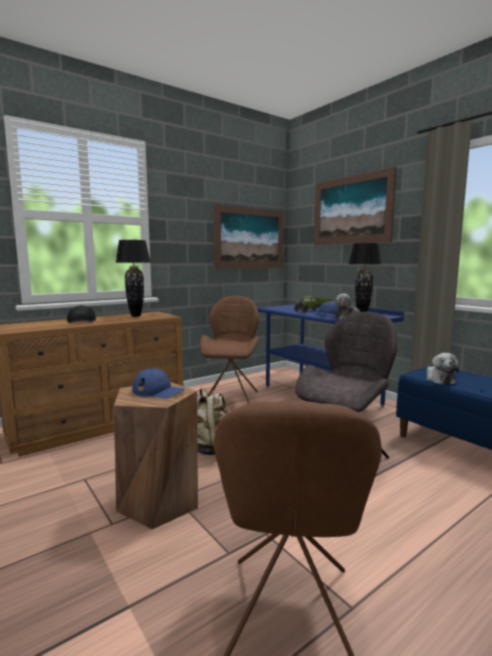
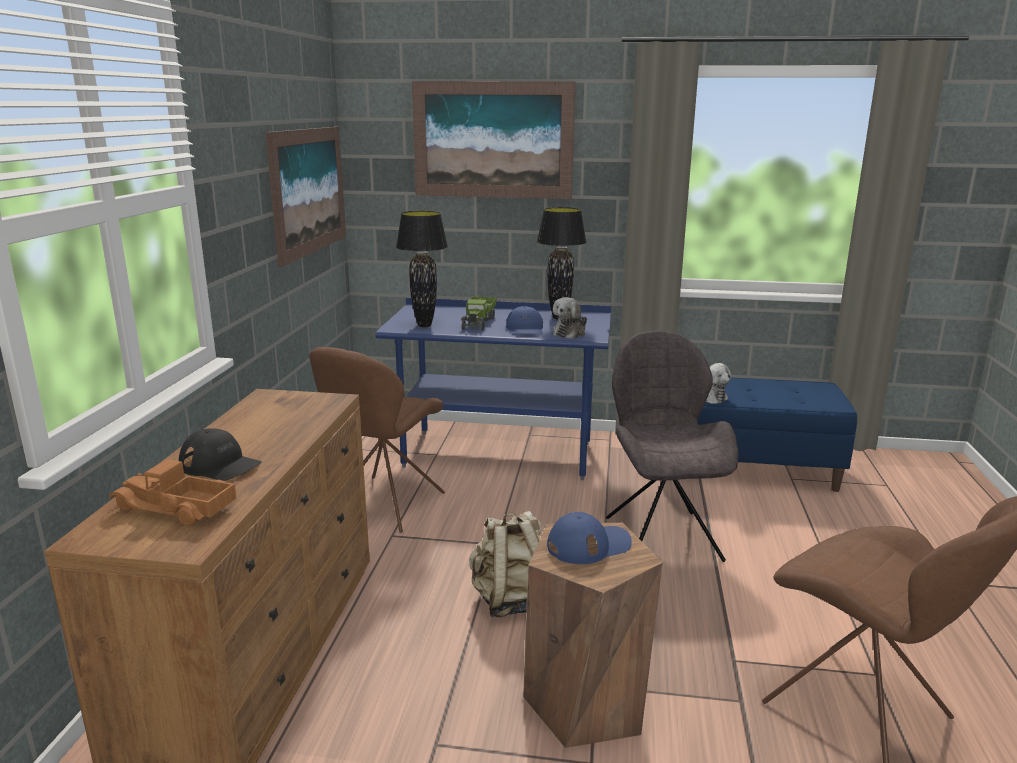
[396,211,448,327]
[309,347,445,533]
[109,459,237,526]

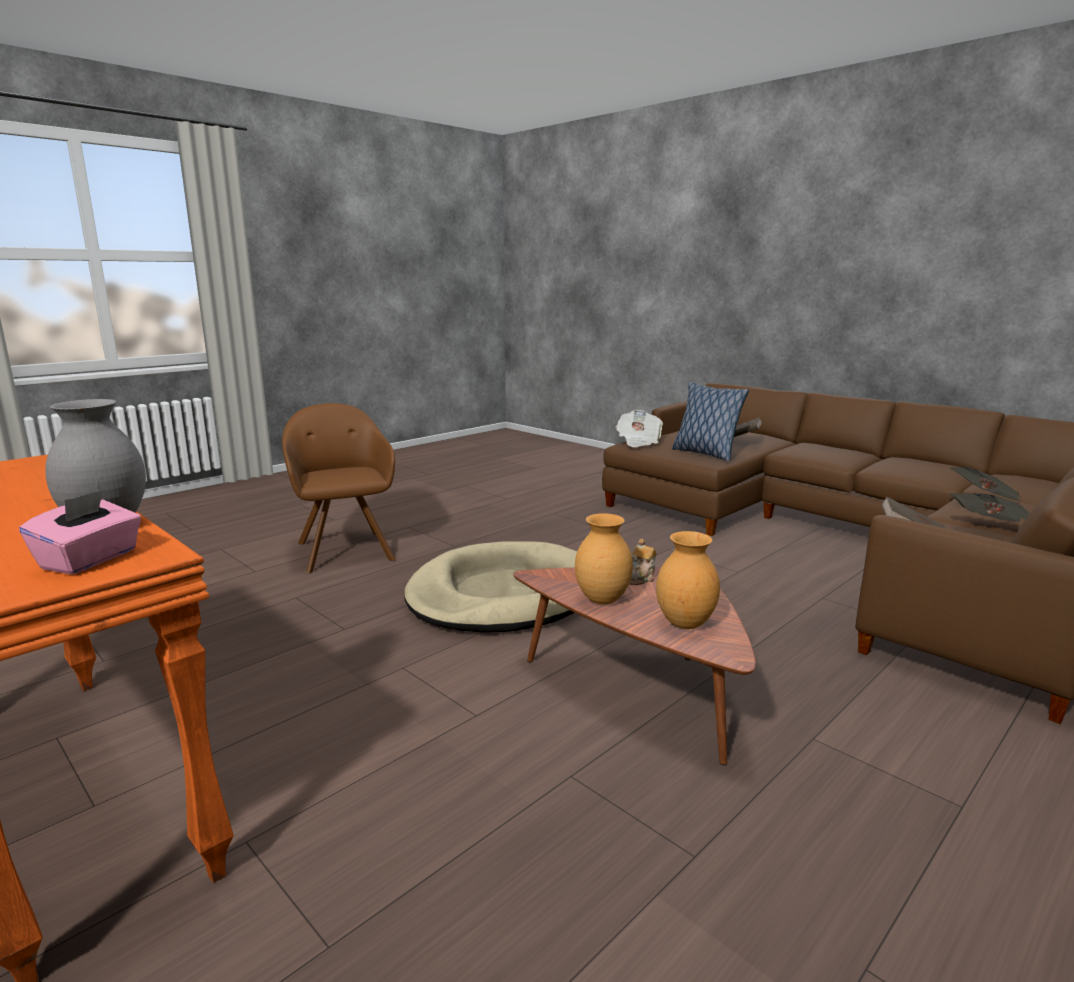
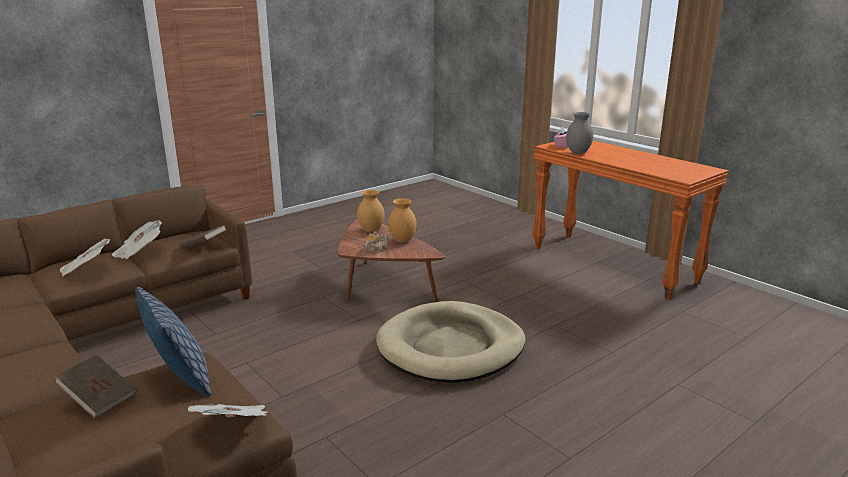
[282,403,396,574] (first image)

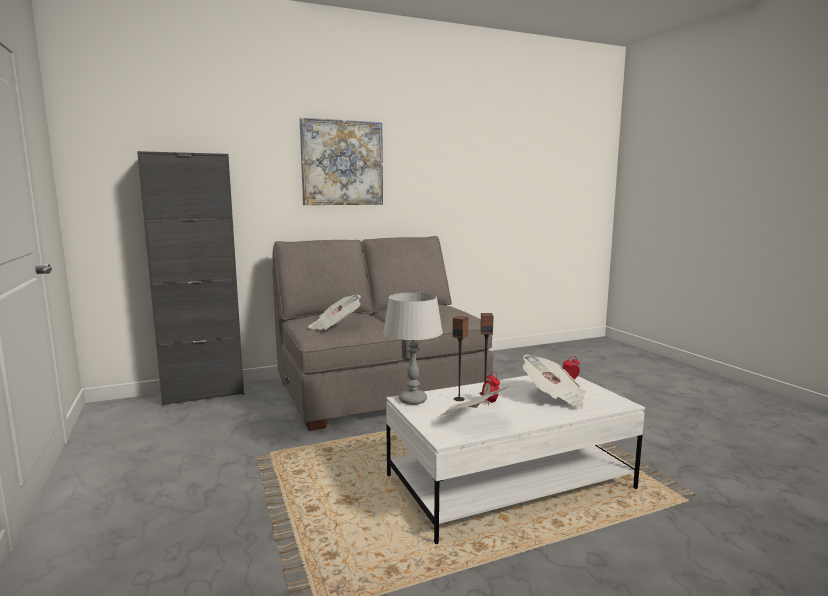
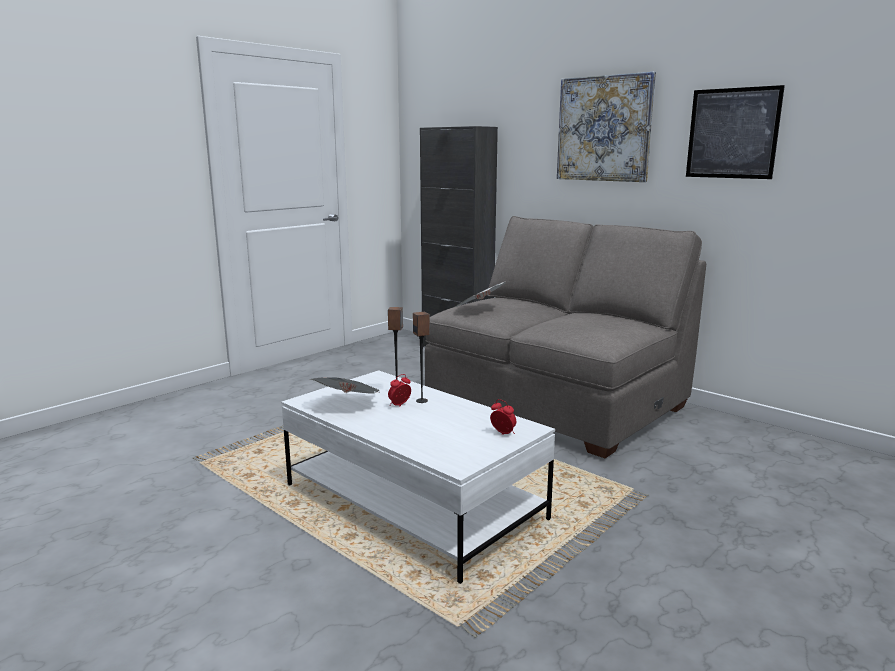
[383,292,443,405] (first image)
[523,355,585,409] (first image)
[686,85,785,179]

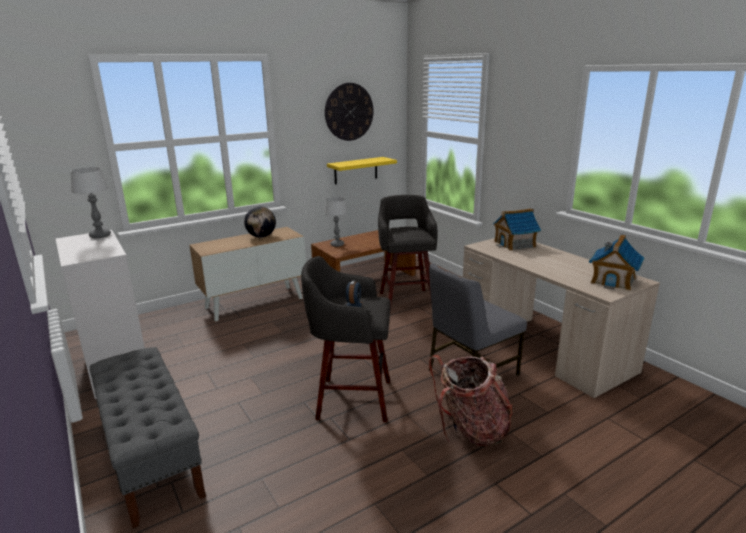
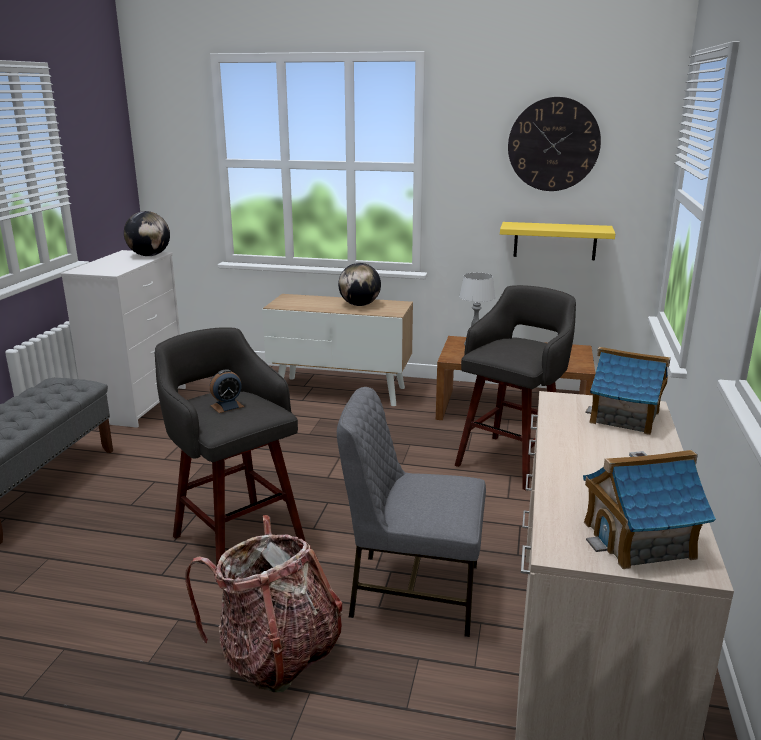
[124,211,170,256]

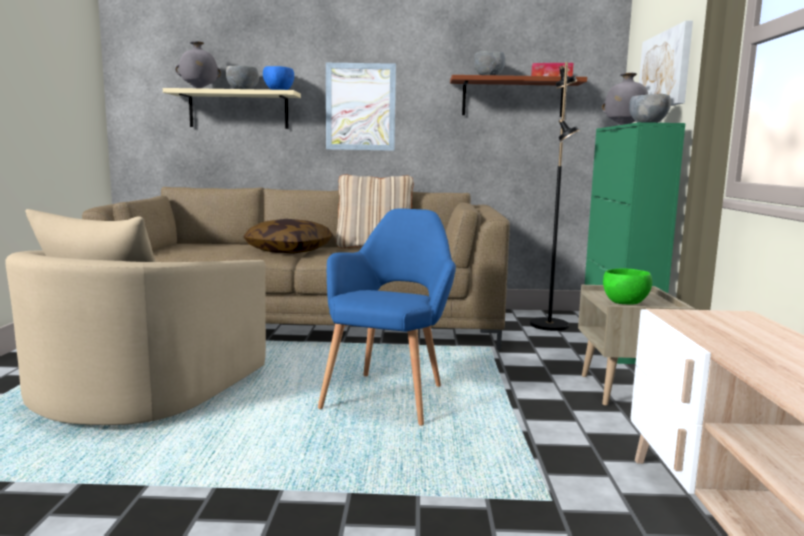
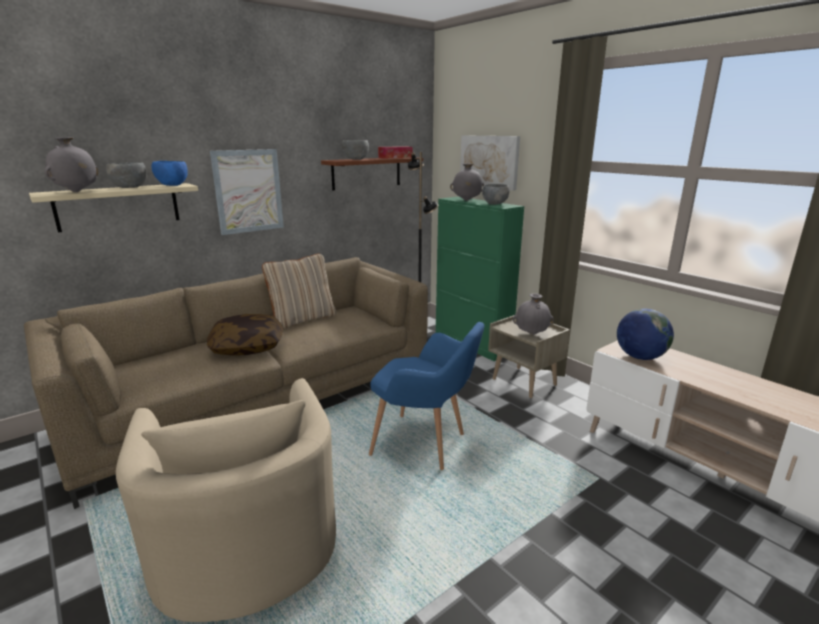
[369,322,484,470]
[513,293,554,335]
[617,309,674,360]

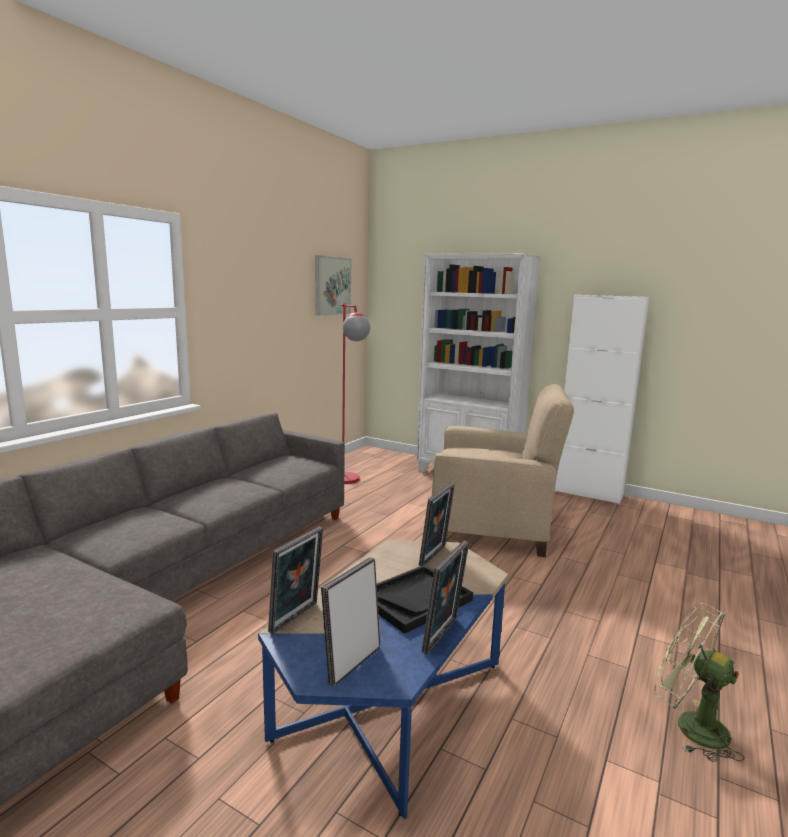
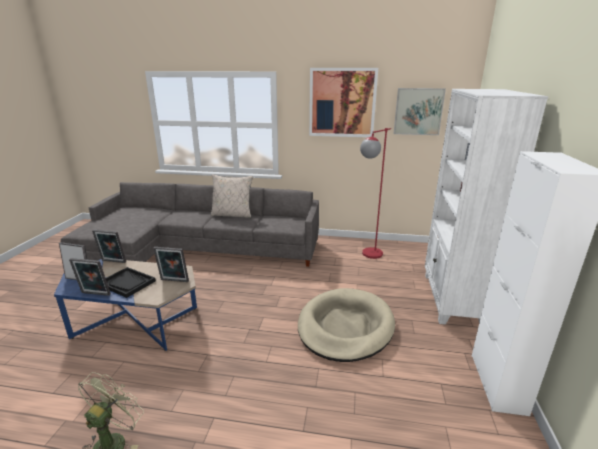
[298,288,395,362]
[309,68,378,137]
[211,174,253,218]

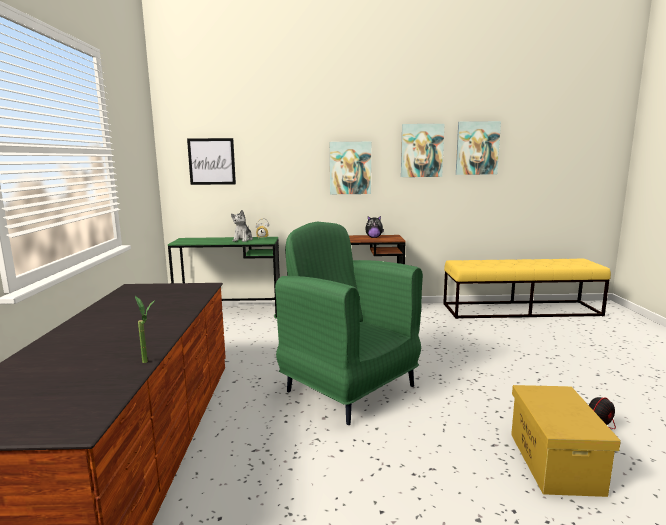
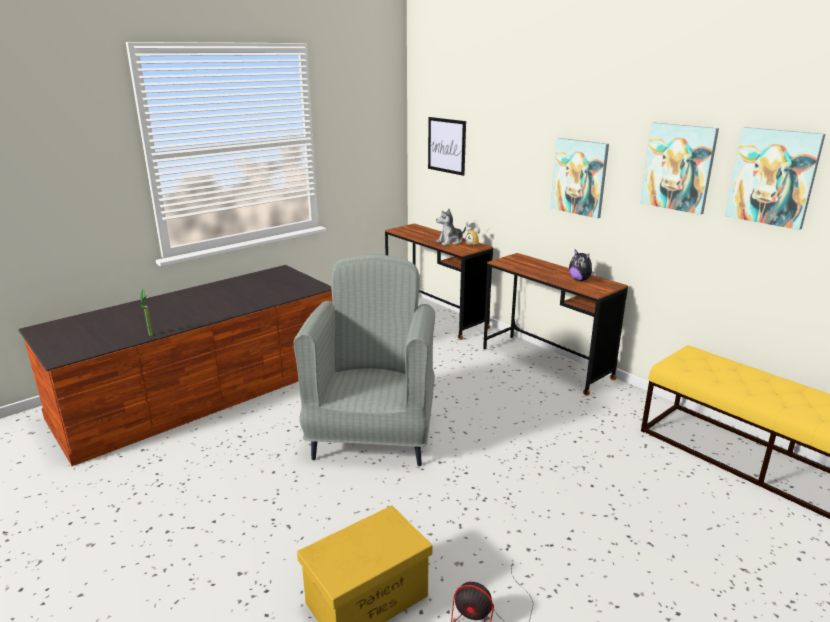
[294,254,435,466]
[385,224,493,340]

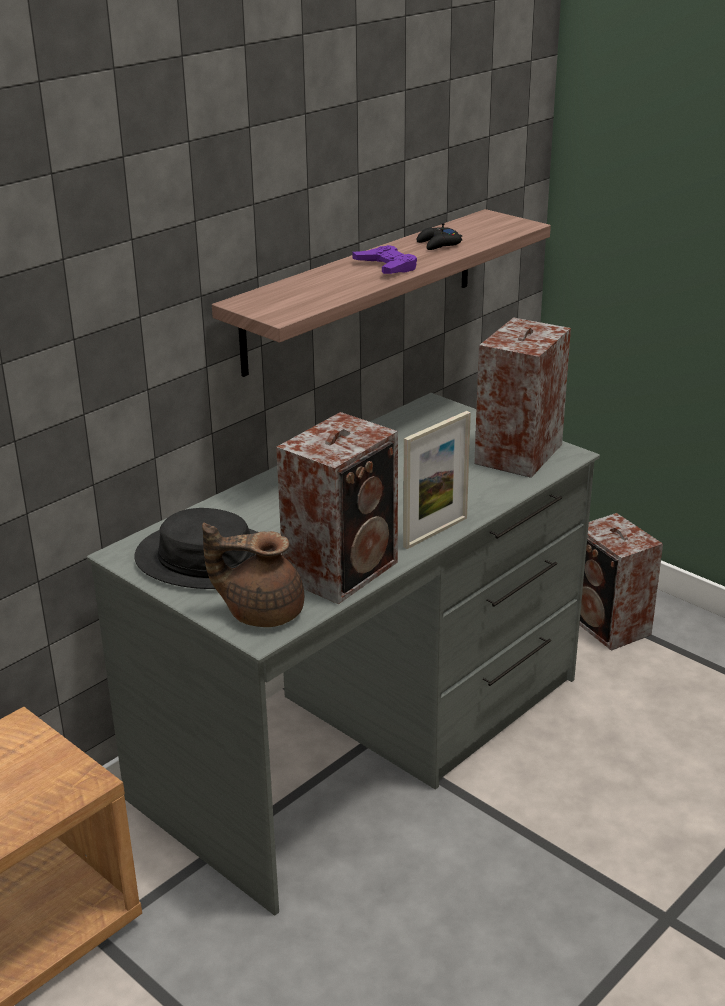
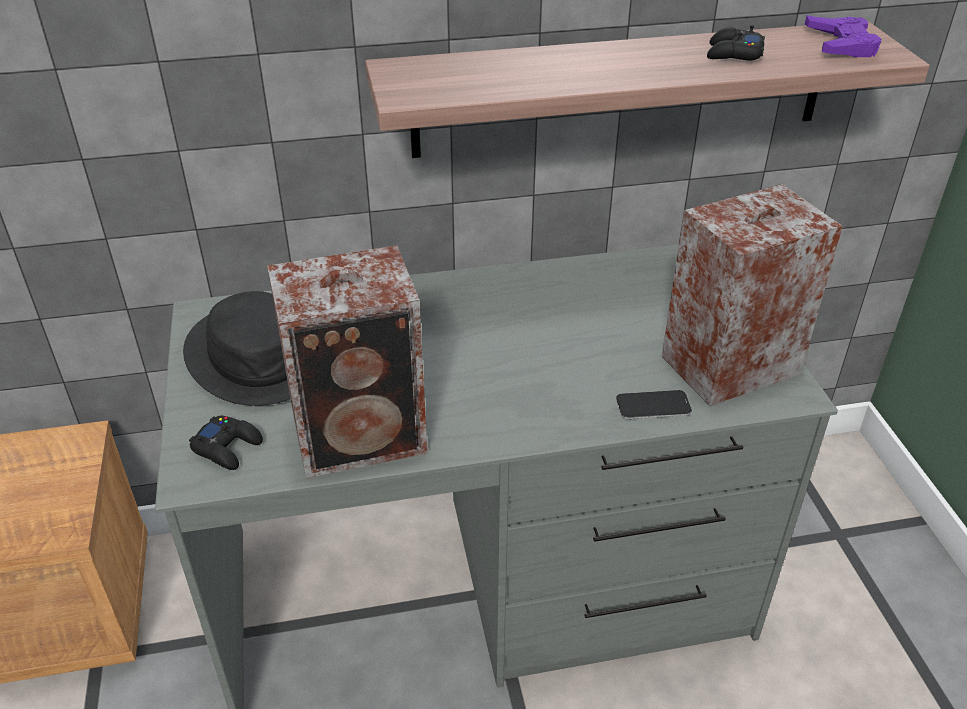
[805,15,882,57]
[403,411,471,549] (first image)
[579,513,663,651] (first image)
[189,416,263,470]
[616,390,692,419]

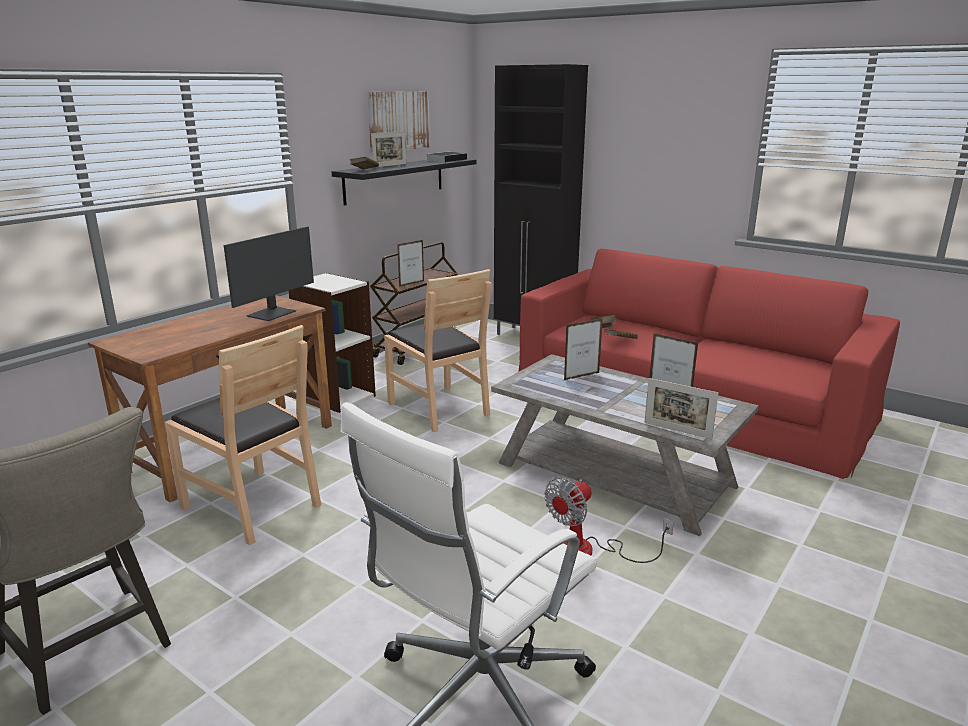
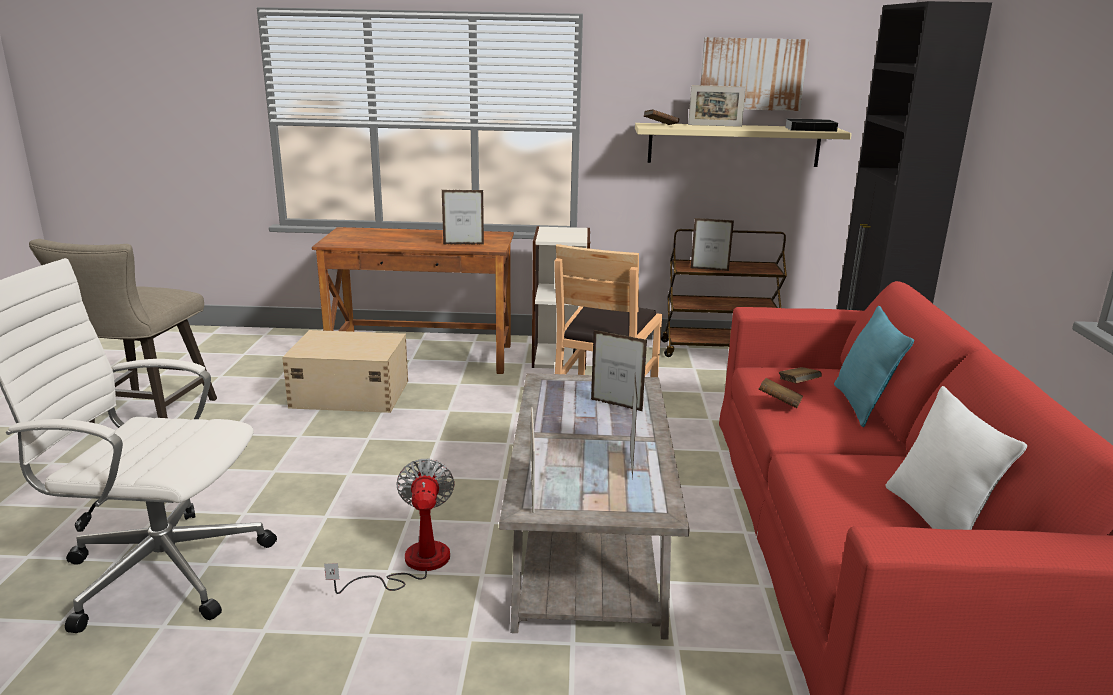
[635,123,852,167]
[442,190,484,245]
[282,330,408,413]
[324,459,455,594]
[834,306,914,427]
[885,386,1027,530]

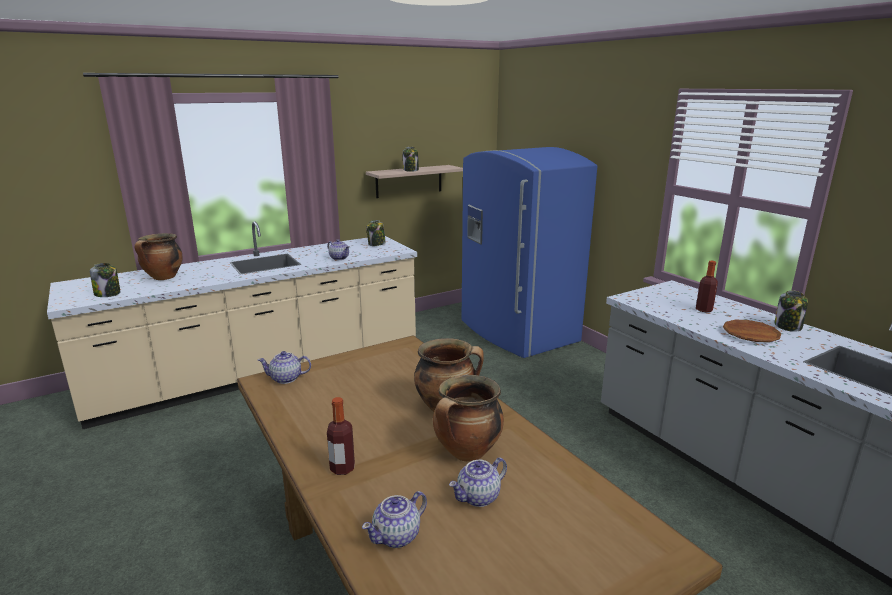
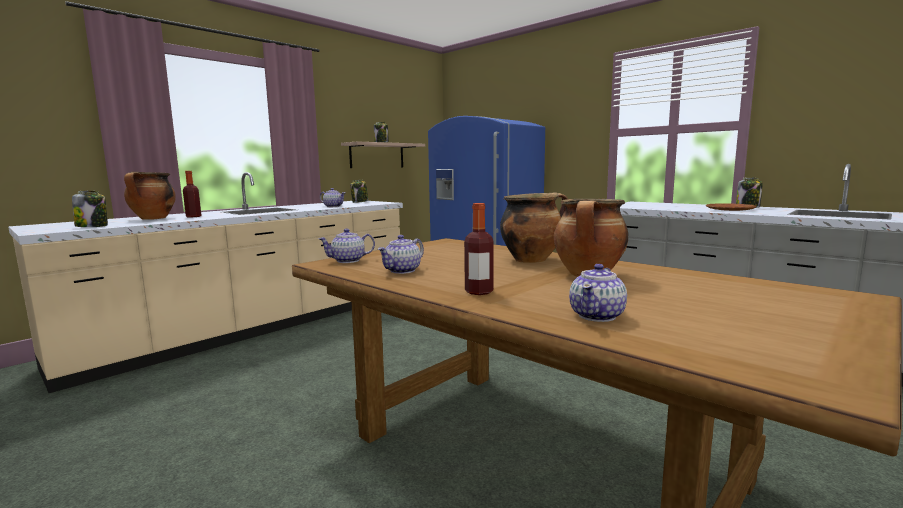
[183,171,201,217]
[378,235,424,274]

